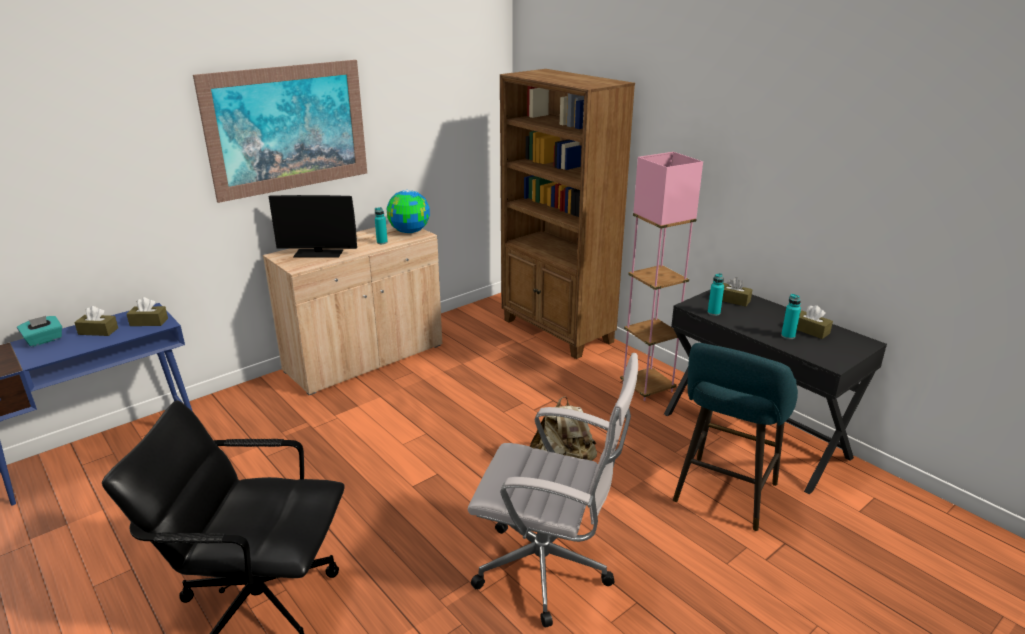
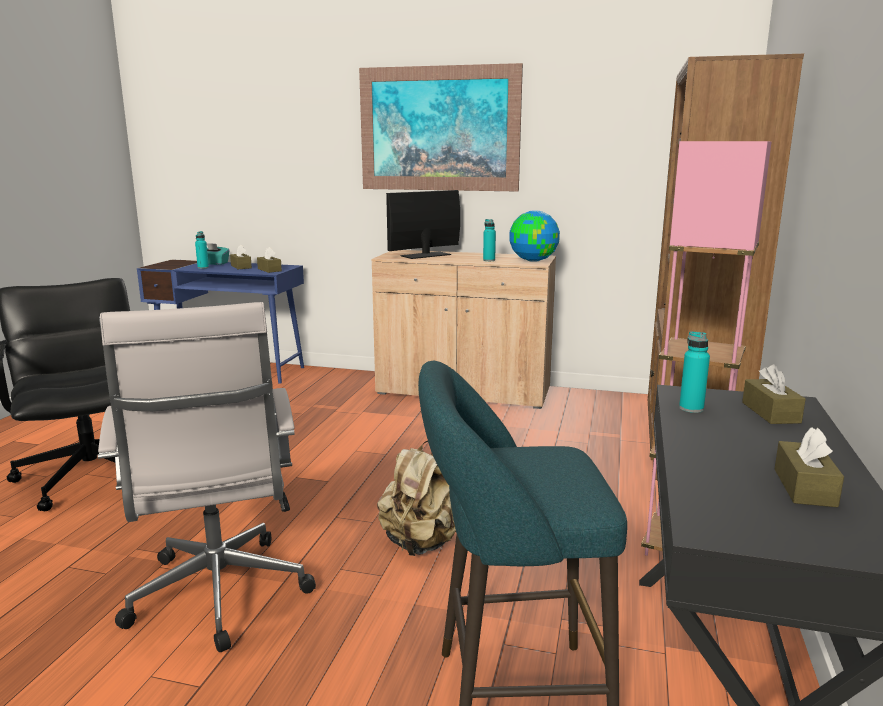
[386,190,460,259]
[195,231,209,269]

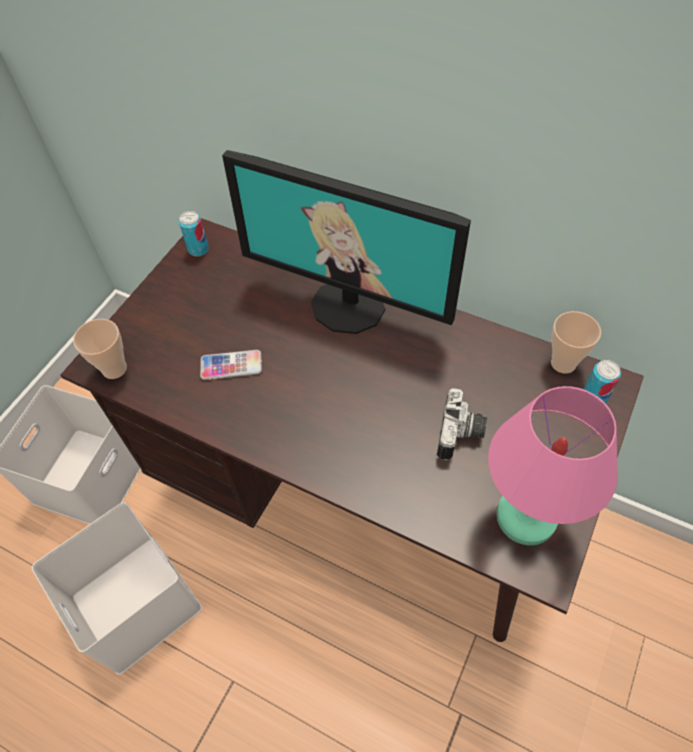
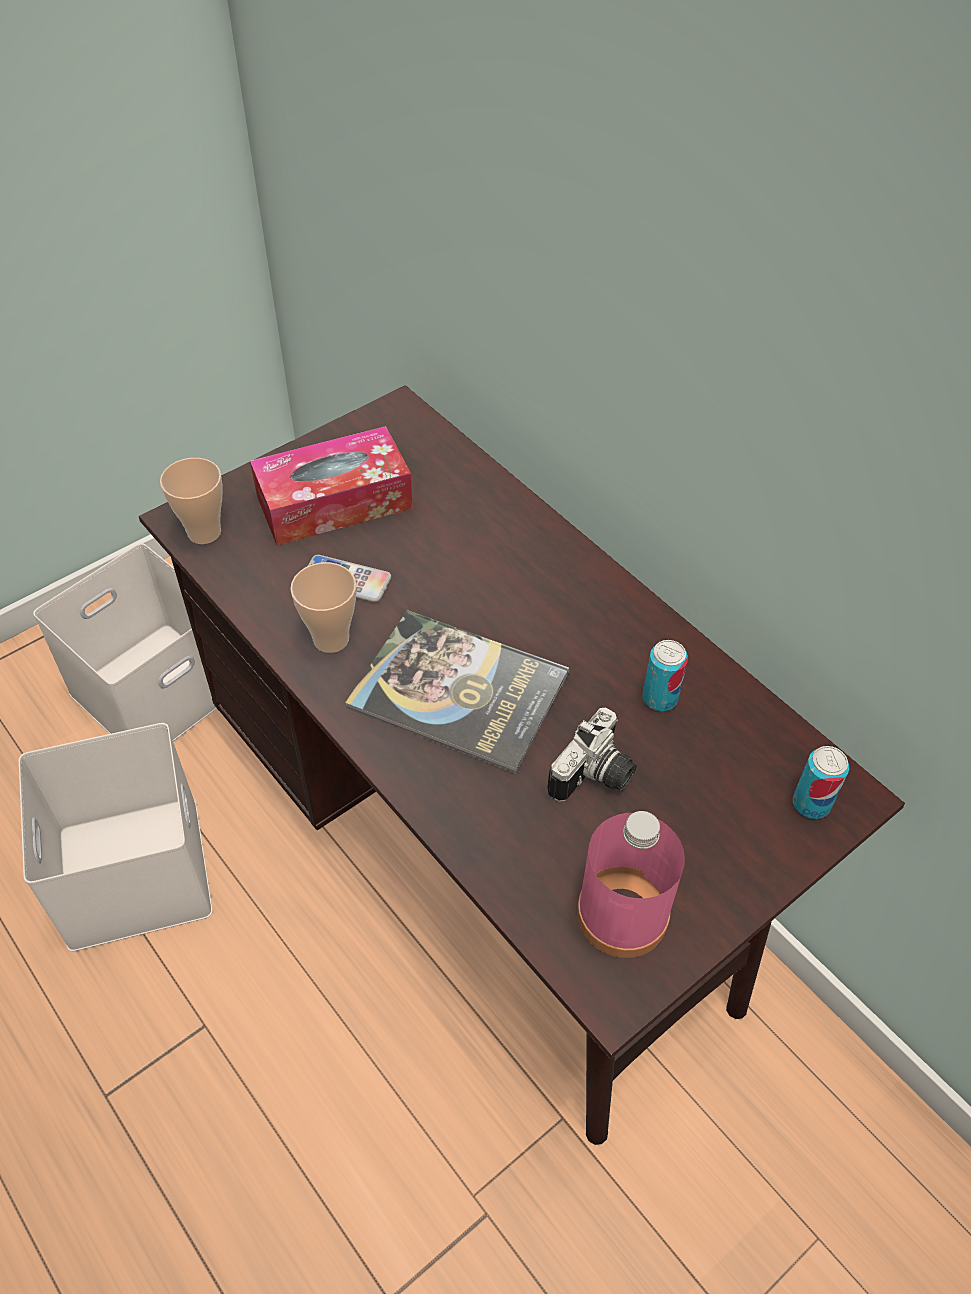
[222,150,471,334] (first image)
[642,640,688,711]
[290,562,356,653]
[577,811,685,958]
[250,426,413,546]
[345,610,569,774]

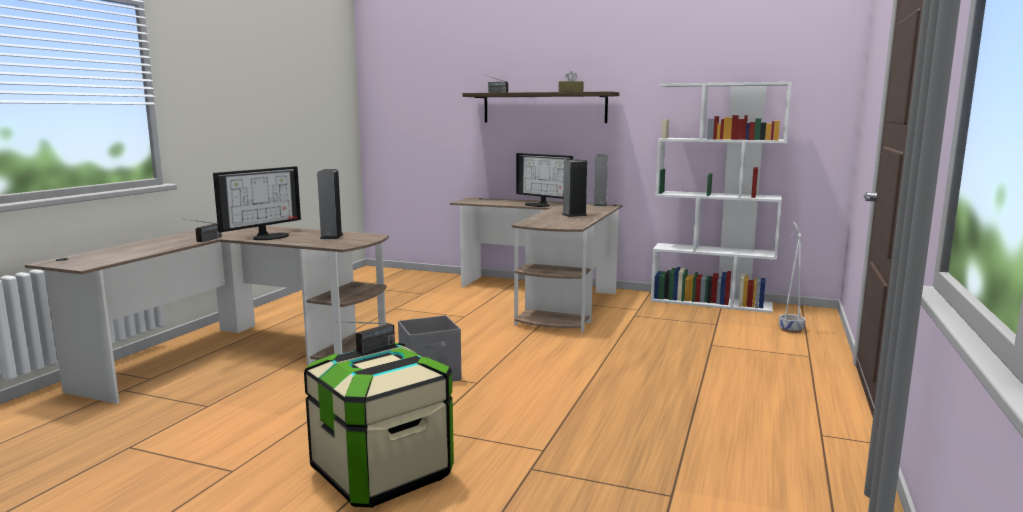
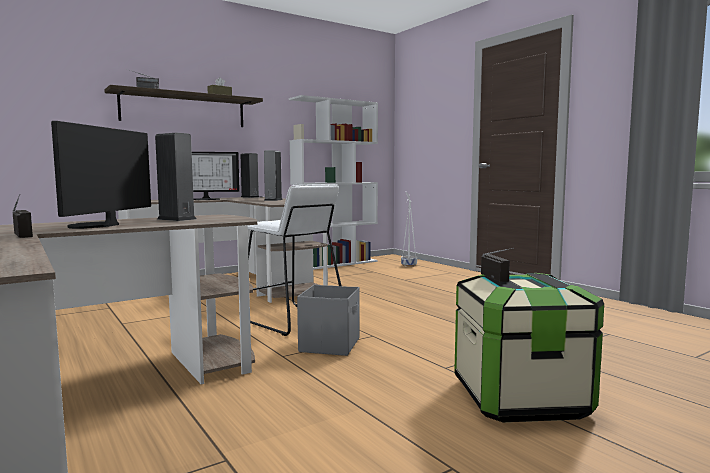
[51,121,151,229]
[248,184,341,336]

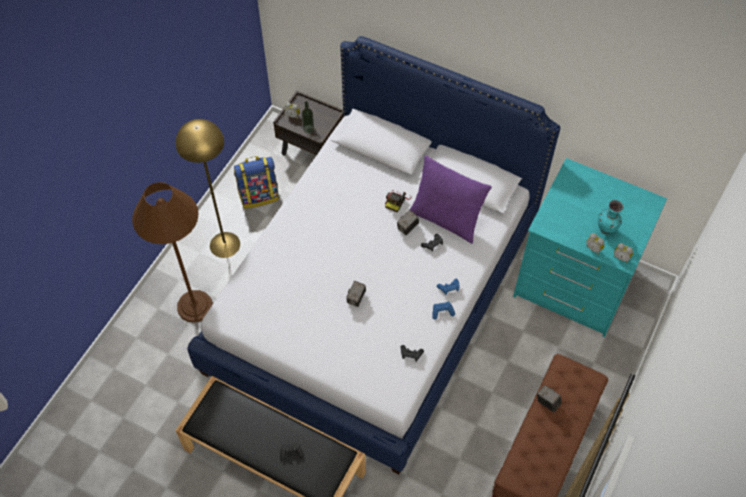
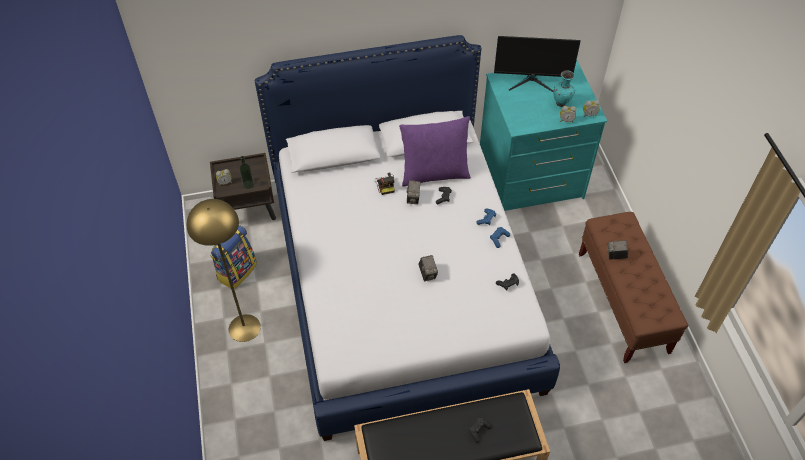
[132,182,213,322] (first image)
[494,36,581,92]

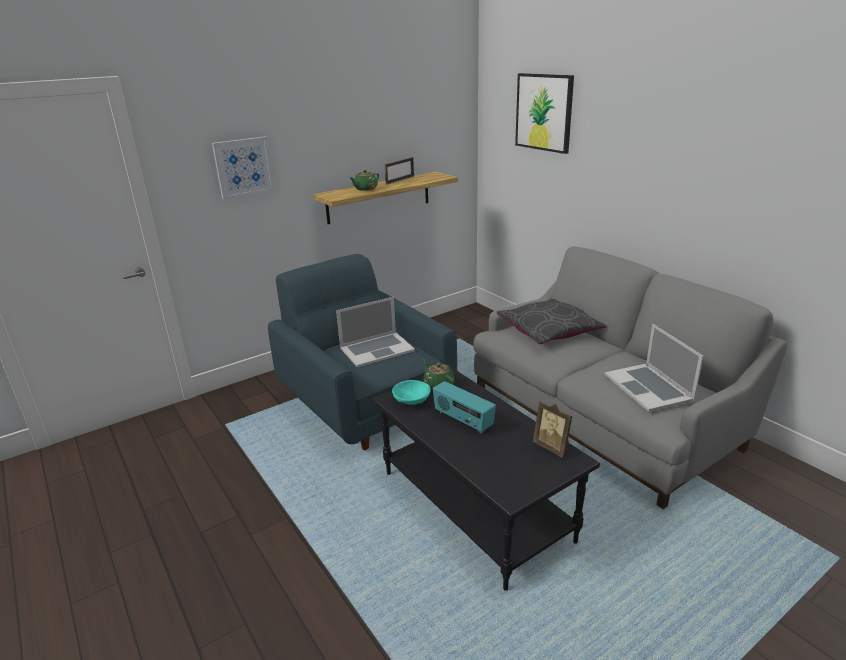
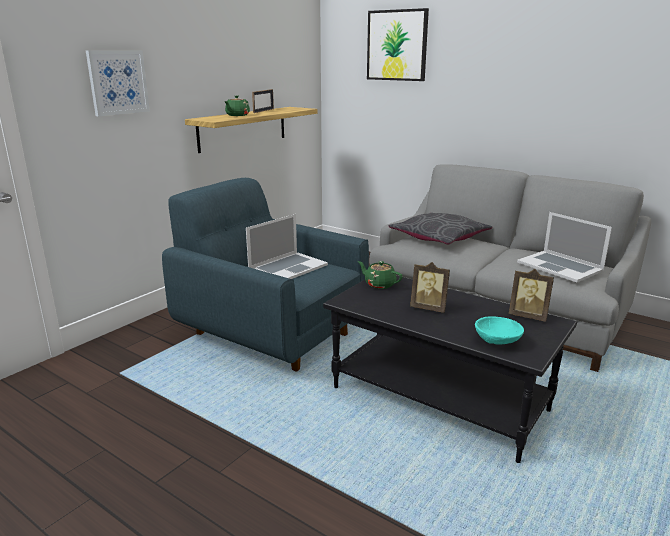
[475,317,524,345]
[410,262,450,313]

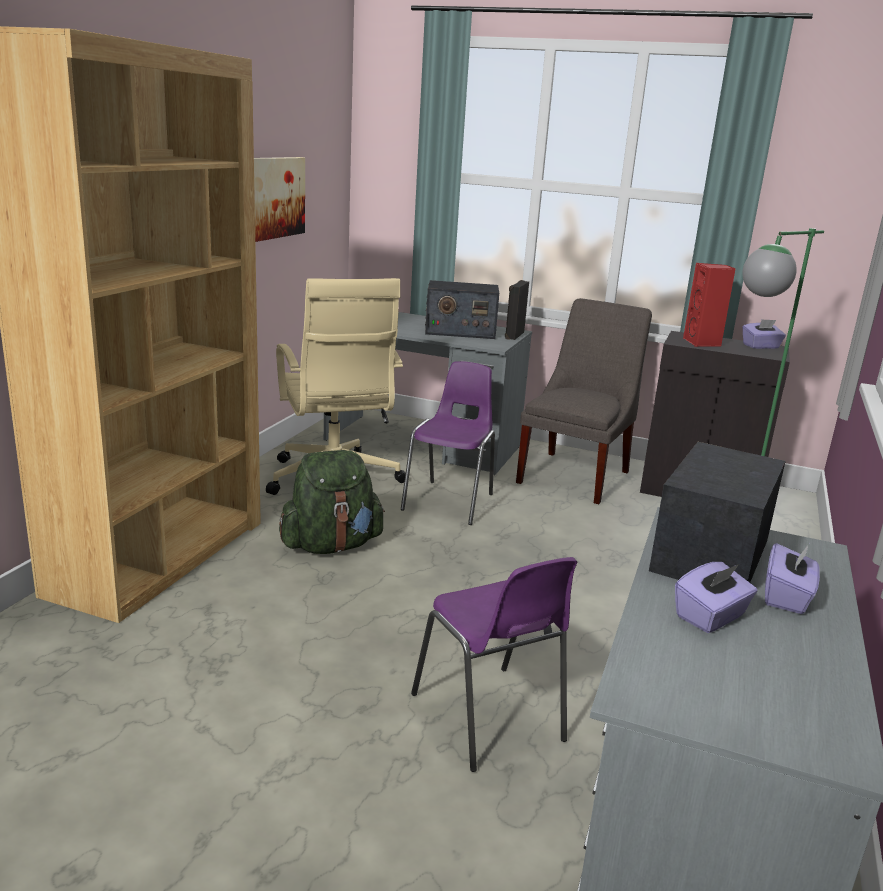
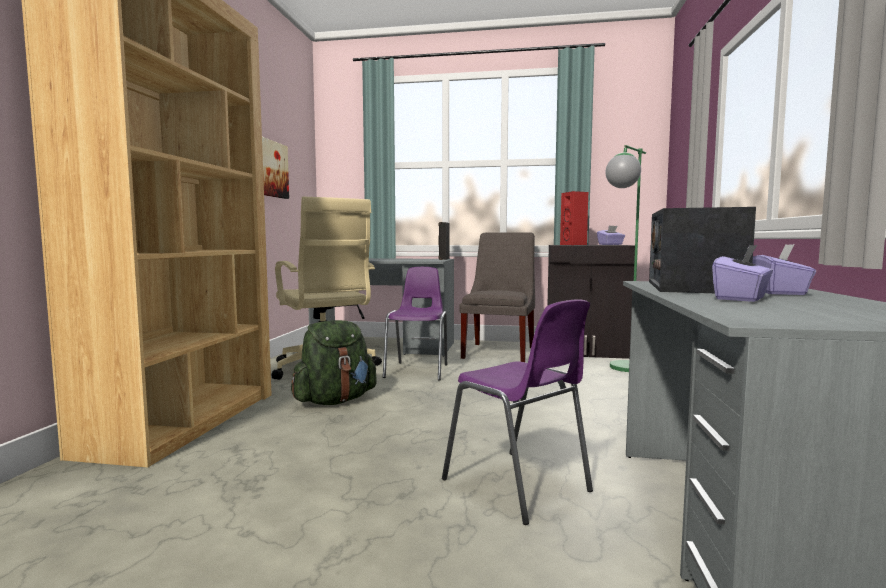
[425,280,499,339] (first image)

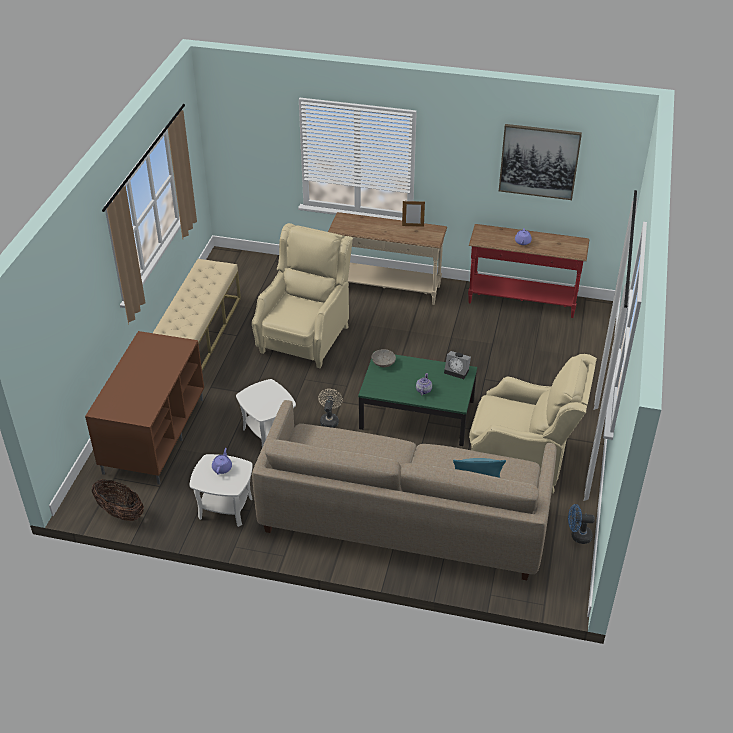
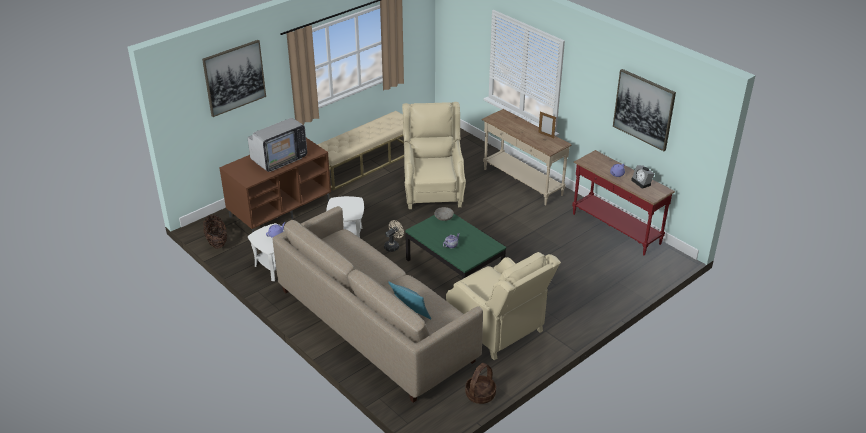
[402,102,466,209]
[631,165,654,189]
[465,363,496,404]
[202,40,266,117]
[248,118,307,172]

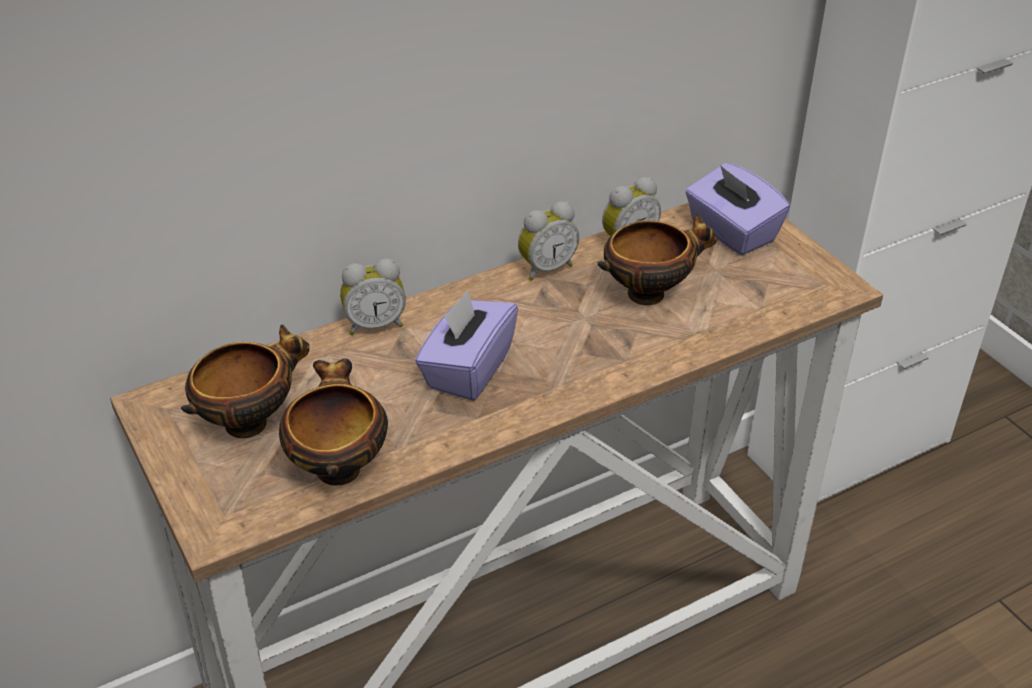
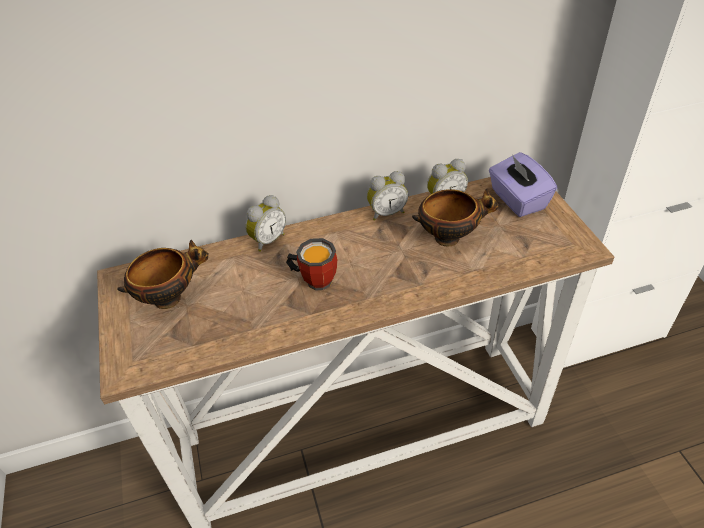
[245,195,286,252]
[286,238,337,290]
[279,358,388,485] (first image)

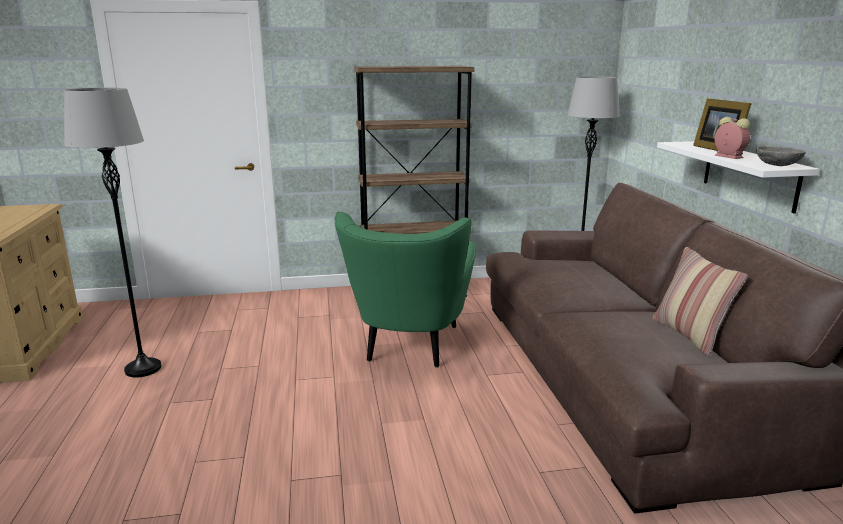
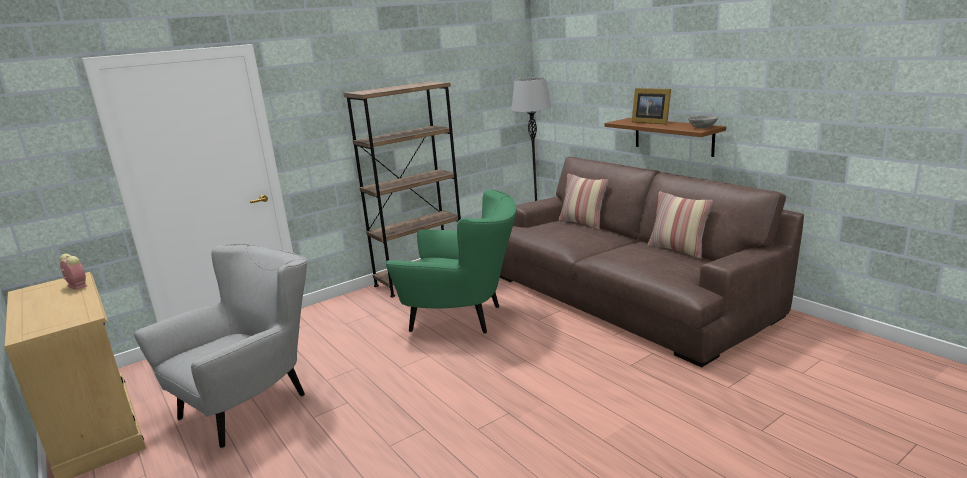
[134,244,307,448]
[59,254,87,290]
[604,118,726,157]
[386,189,517,334]
[559,174,608,230]

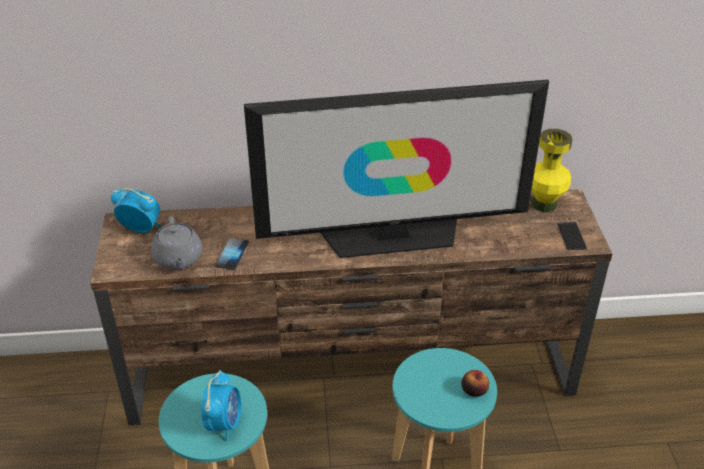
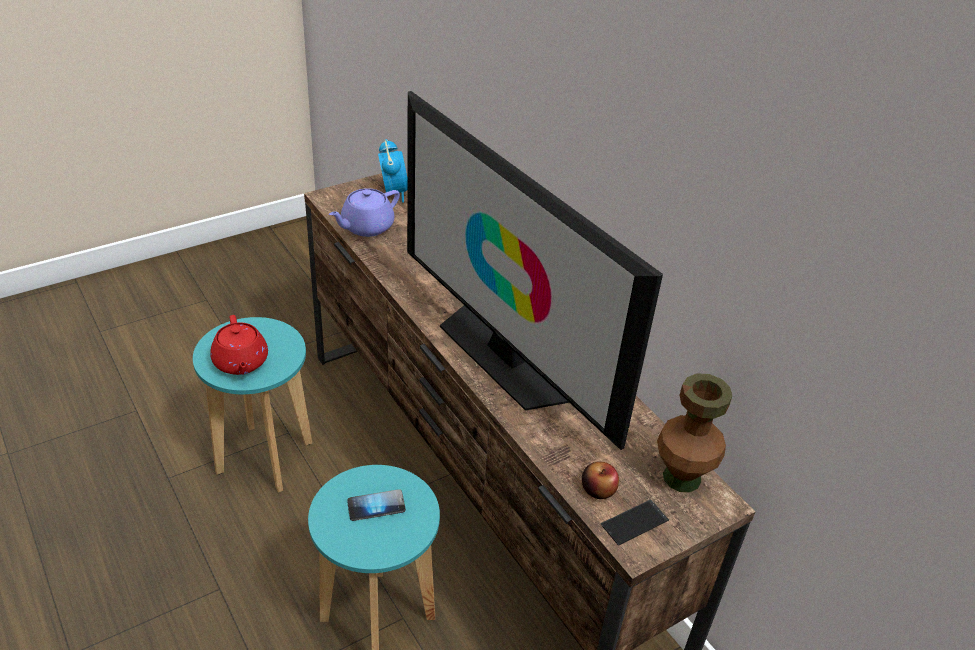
[657,373,732,492]
[329,188,400,237]
[347,489,406,521]
[210,315,268,375]
[582,462,619,499]

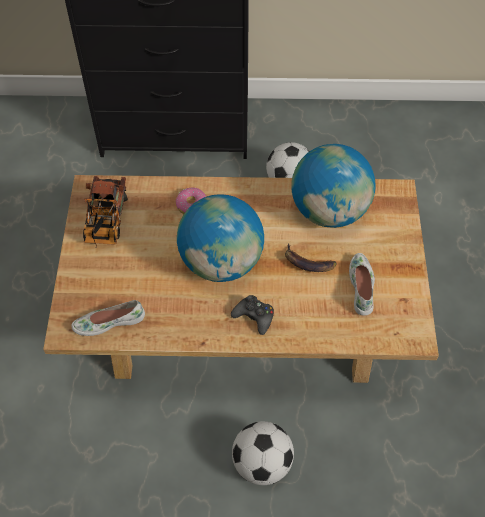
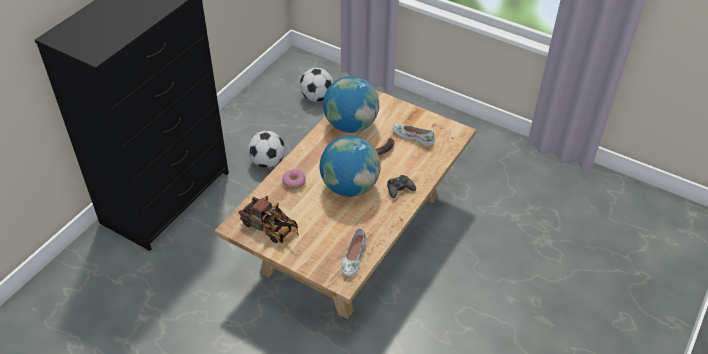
[300,68,334,102]

